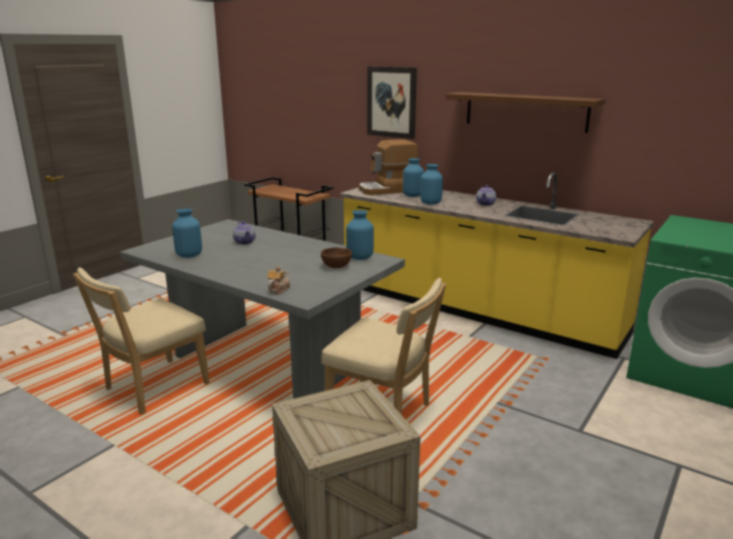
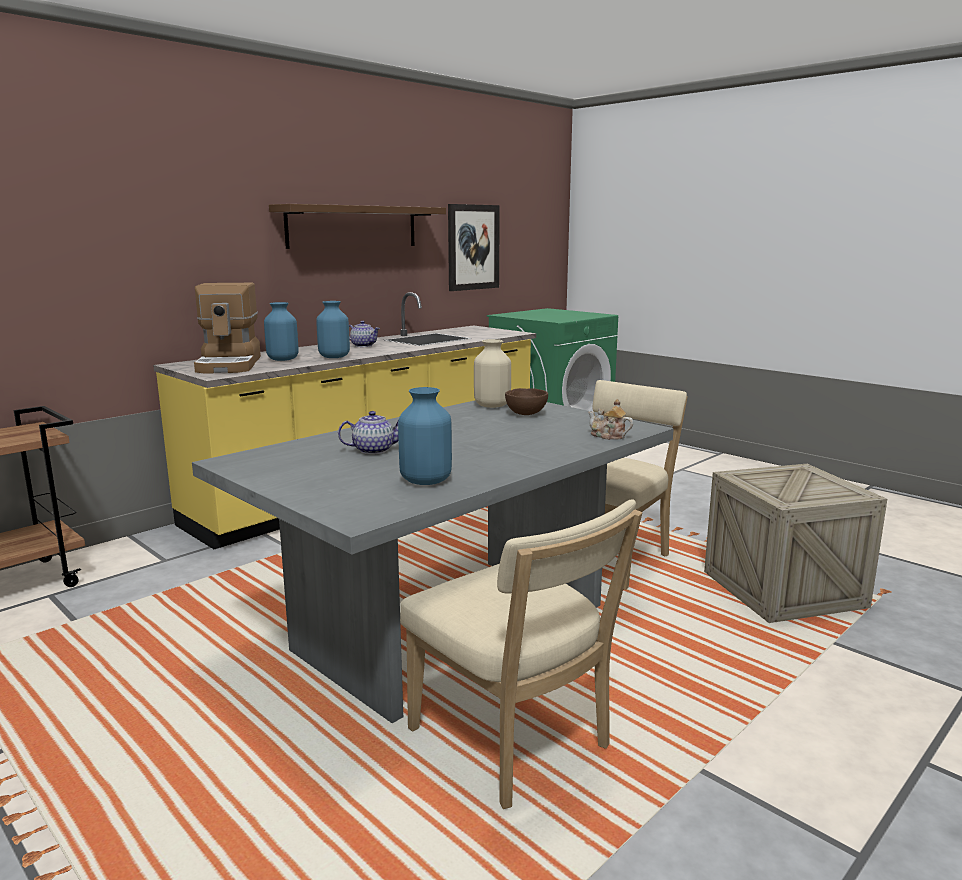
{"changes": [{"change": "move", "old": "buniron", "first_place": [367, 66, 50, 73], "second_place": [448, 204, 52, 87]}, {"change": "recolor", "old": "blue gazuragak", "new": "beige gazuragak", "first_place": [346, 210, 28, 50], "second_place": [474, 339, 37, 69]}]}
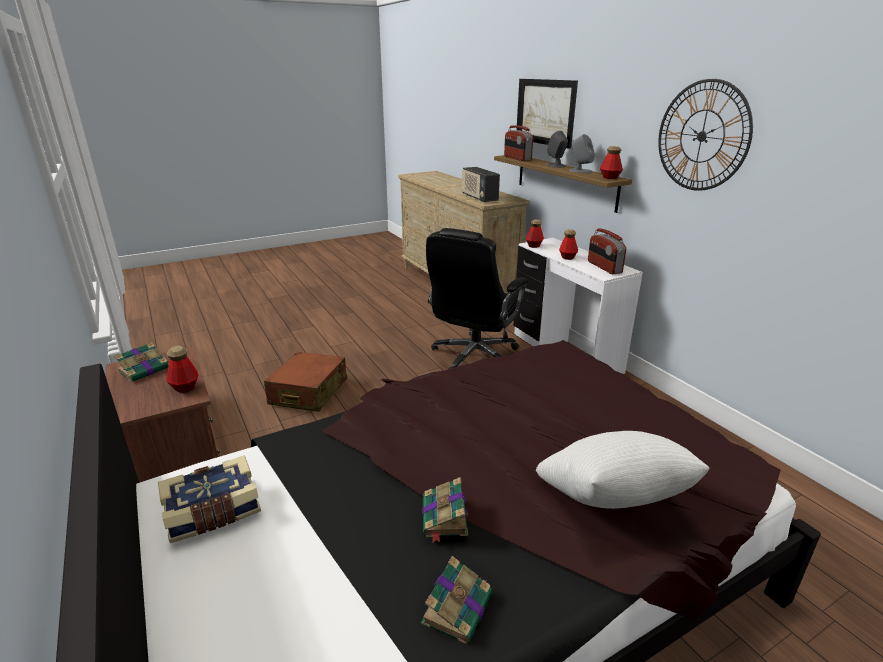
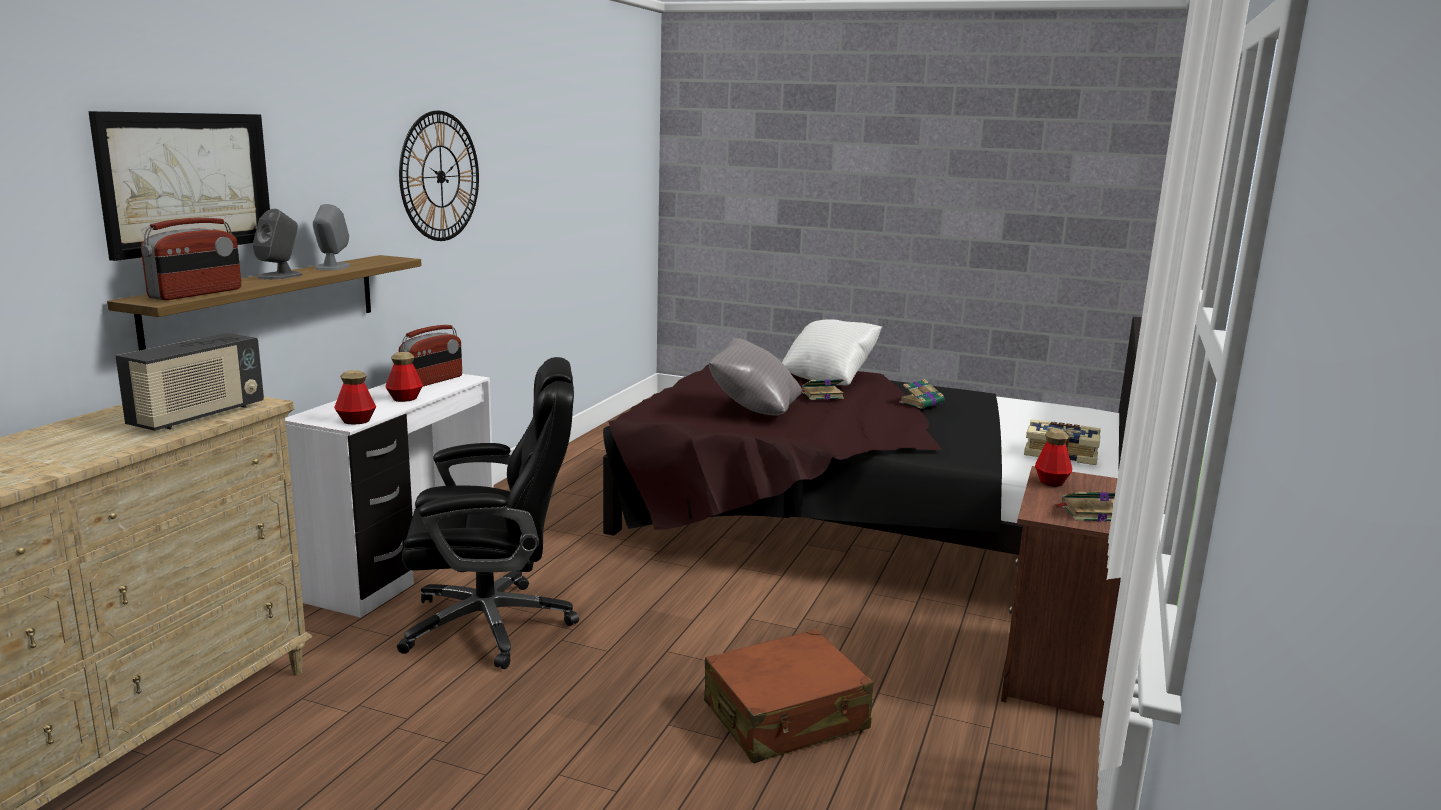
{"changes": [{"change": "insert", "new": "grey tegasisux", "second_place": [709, 338, 93, 77]}, {"change": "move", "old": "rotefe", "first_place": [421, 556, 71, 88], "second_place": [802, 379, 42, 21]}, {"change": "delete", "old": "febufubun", "first_place": [600, 146, 23, 33]}]}
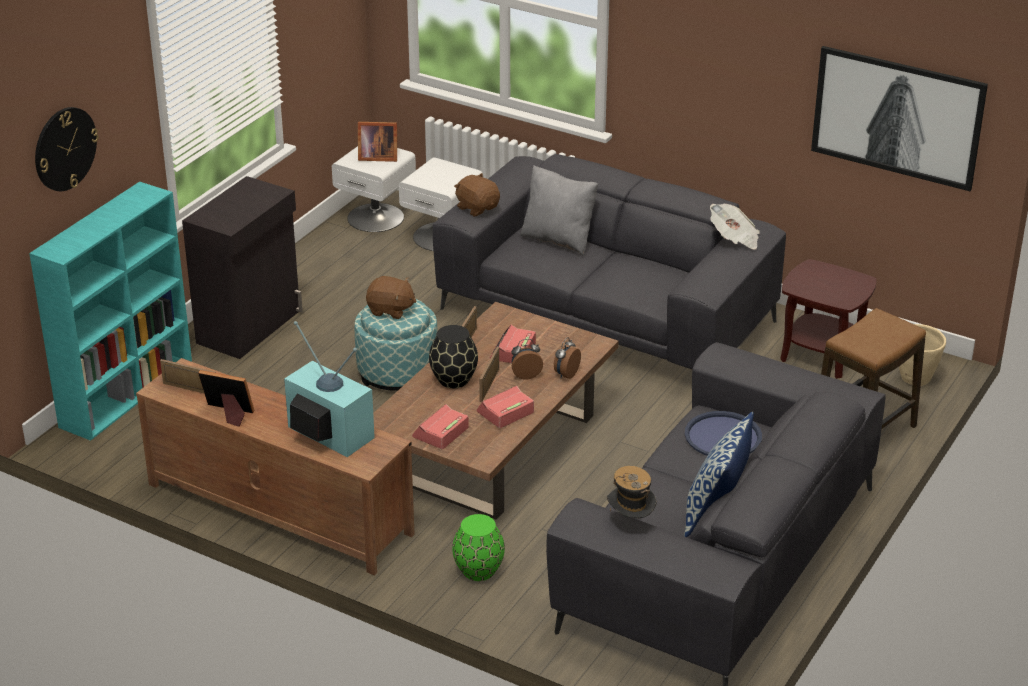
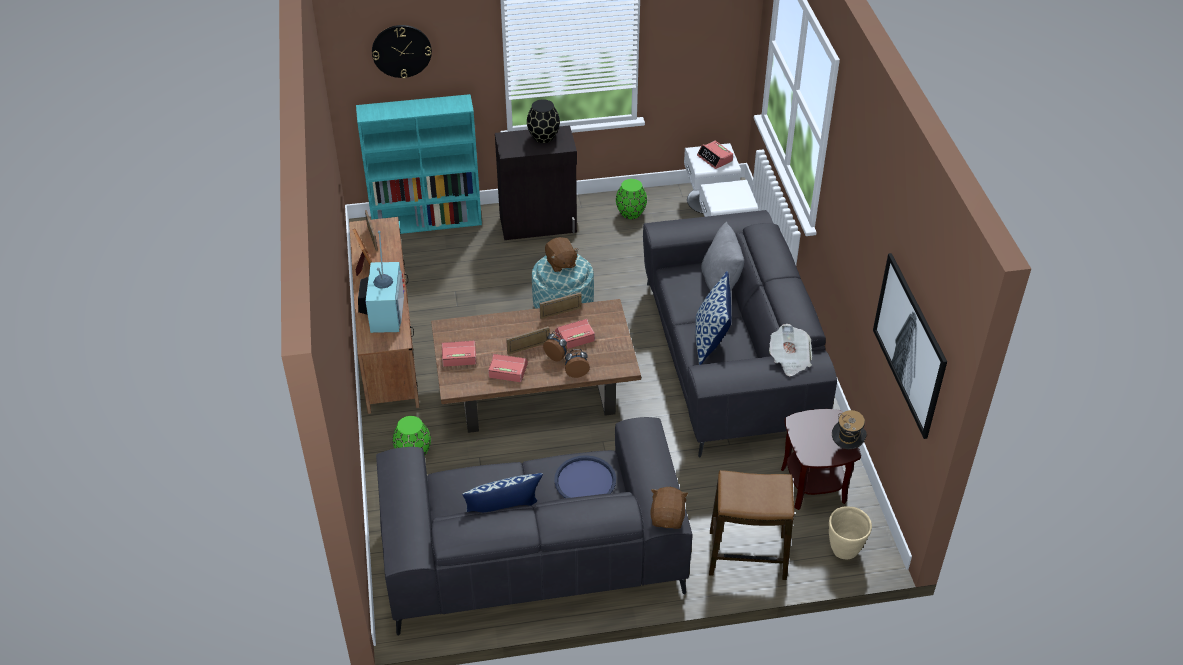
{"changes": [{"change": "move", "old": "black gazuragak", "first_place": [429, 325, 49, 63], "second_place": [527, 99, 33, 44]}, {"change": "insert", "new": "green gazuragak", "second_place": [616, 179, 31, 40]}, {"change": "move", "old": "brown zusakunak", "first_place": [454, 173, 46, 44], "second_place": [650, 487, 39, 42]}, {"change": "insert", "new": "tegasisux", "second_place": [695, 271, 36, 94]}, {"change": "replace", "old": "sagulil", "new": "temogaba", "first_place": [358, 122, 39, 40], "second_place": [697, 141, 36, 28]}, {"change": "move", "old": "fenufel", "first_place": [607, 466, 49, 53], "second_place": [832, 410, 35, 39]}]}
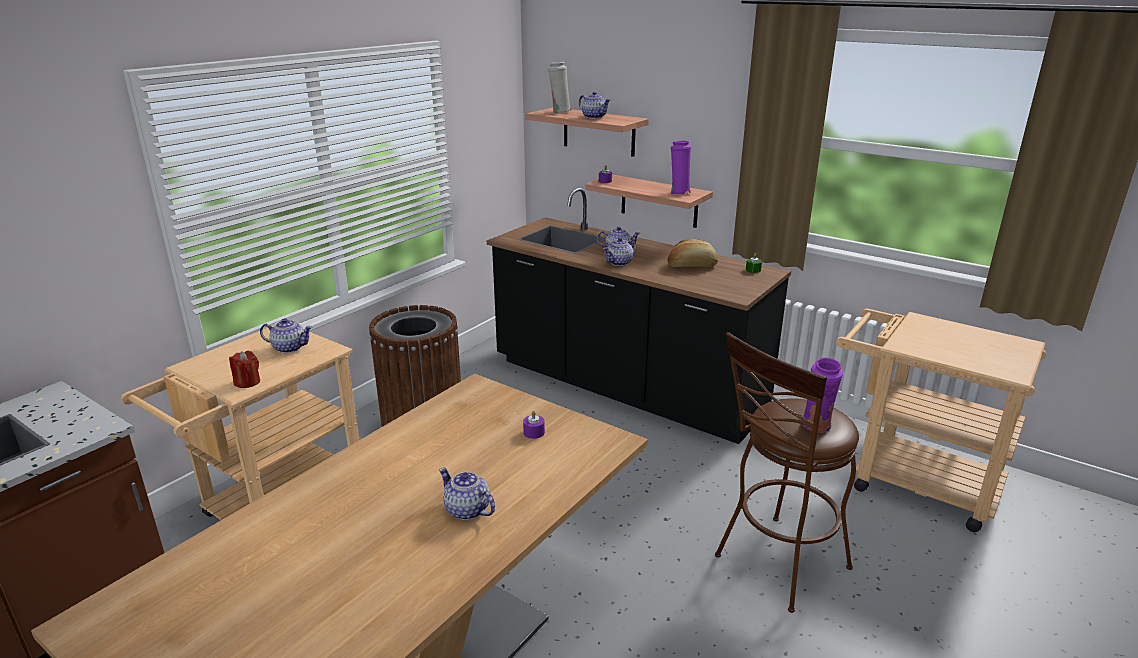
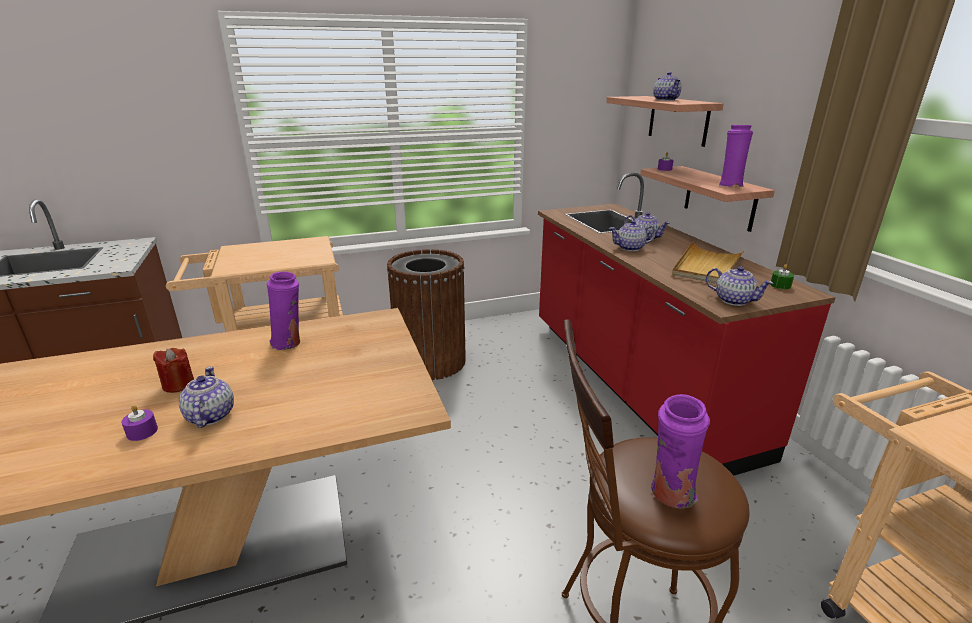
{"changes": [{"change": "move", "old": "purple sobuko", "first_place": [523, 411, 22, 28], "second_place": [121, 405, 37, 36]}, {"change": "move", "old": "red sobuko", "first_place": [229, 351, 31, 37], "second_place": [153, 348, 41, 45]}, {"change": "insert", "new": "purple gazuragak", "second_place": [267, 272, 33, 78]}, {"change": "recolor", "old": "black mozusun", "new": "red mozusun", "first_place": [487, 188, 304, 256], "second_place": [538, 172, 298, 303]}, {"change": "replace", "old": "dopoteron", "new": "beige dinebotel", "first_place": [667, 239, 51, 28], "second_place": [672, 241, 73, 43]}, {"change": "move", "old": "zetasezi", "first_place": [260, 318, 53, 35], "second_place": [706, 266, 67, 40]}, {"change": "delete", "old": "white gazuragak", "first_place": [548, 62, 23, 52]}]}
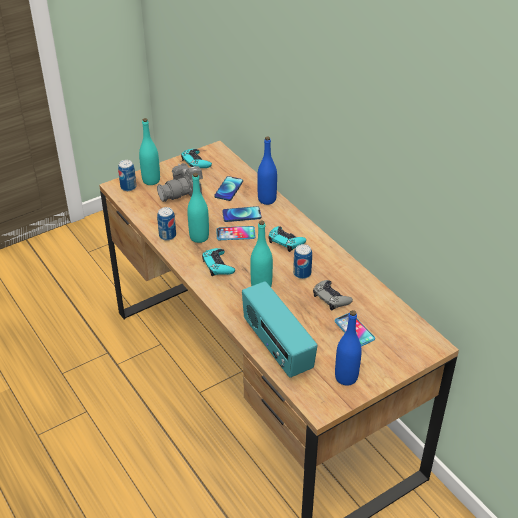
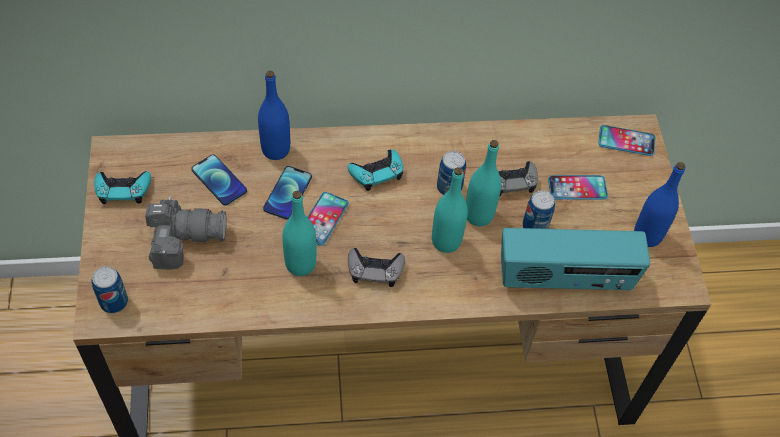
{"changes": [{"change": "rotate", "old": "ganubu", "first_place": [157, 163, 46, 39], "second_place": [145, 196, 82, 74], "degrees": -90}, {"change": "recolor", "old": "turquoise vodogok", "new": "grey vodogok", "first_place": [202, 248, 33, 28], "second_place": [348, 248, 57, 39]}, {"change": "move", "old": "turquoise febufubun", "first_place": [139, 118, 21, 67], "second_place": [466, 140, 35, 86]}, {"change": "move", "old": "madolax", "first_place": [157, 207, 19, 34], "second_place": [522, 190, 33, 39]}, {"change": "insert", "new": "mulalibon", "second_place": [598, 125, 57, 31]}]}
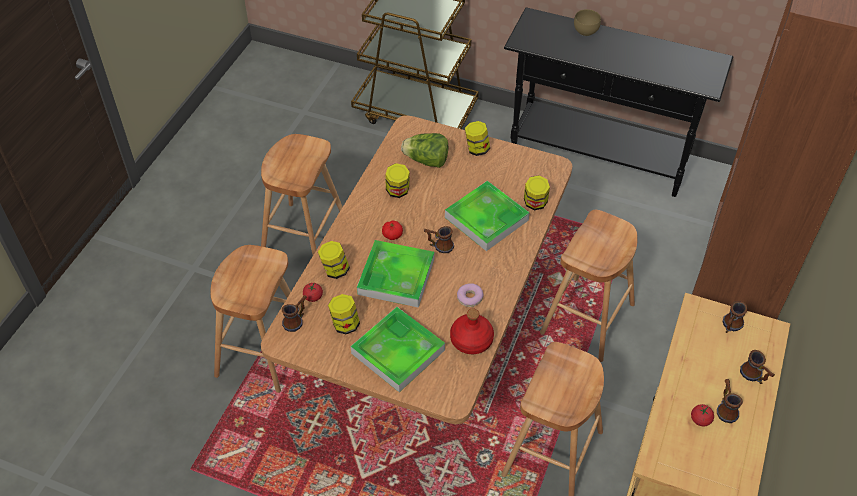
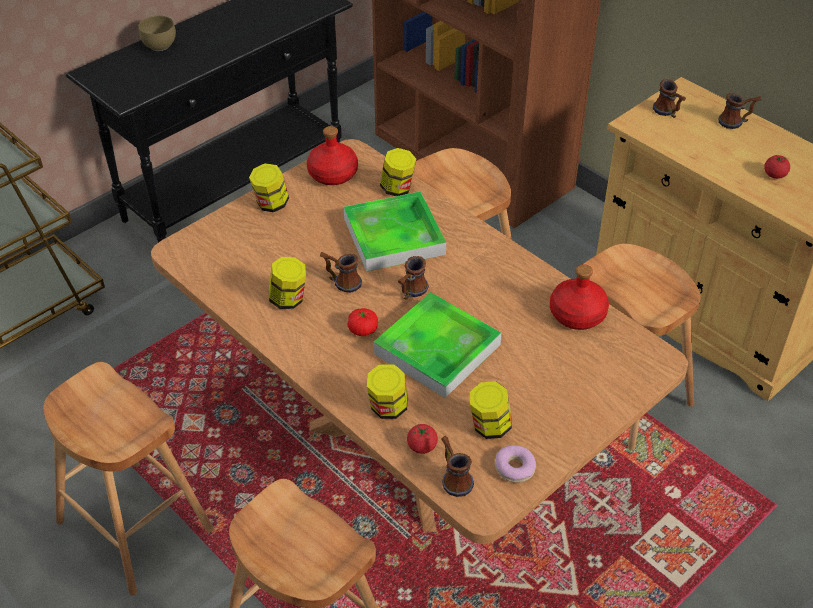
{"changes": [{"change": "insert", "new": "red febufubun", "second_place": [307, 126, 51, 59]}, {"change": "move", "old": "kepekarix", "first_place": [717, 379, 26, 45], "second_place": [320, 252, 42, 41]}, {"change": "move", "old": "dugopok", "first_place": [457, 283, 26, 24], "second_place": [495, 445, 41, 38]}, {"change": "delete", "old": "dinebotel", "first_place": [351, 307, 94, 85]}, {"change": "delete", "old": "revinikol", "first_place": [401, 133, 47, 35]}]}
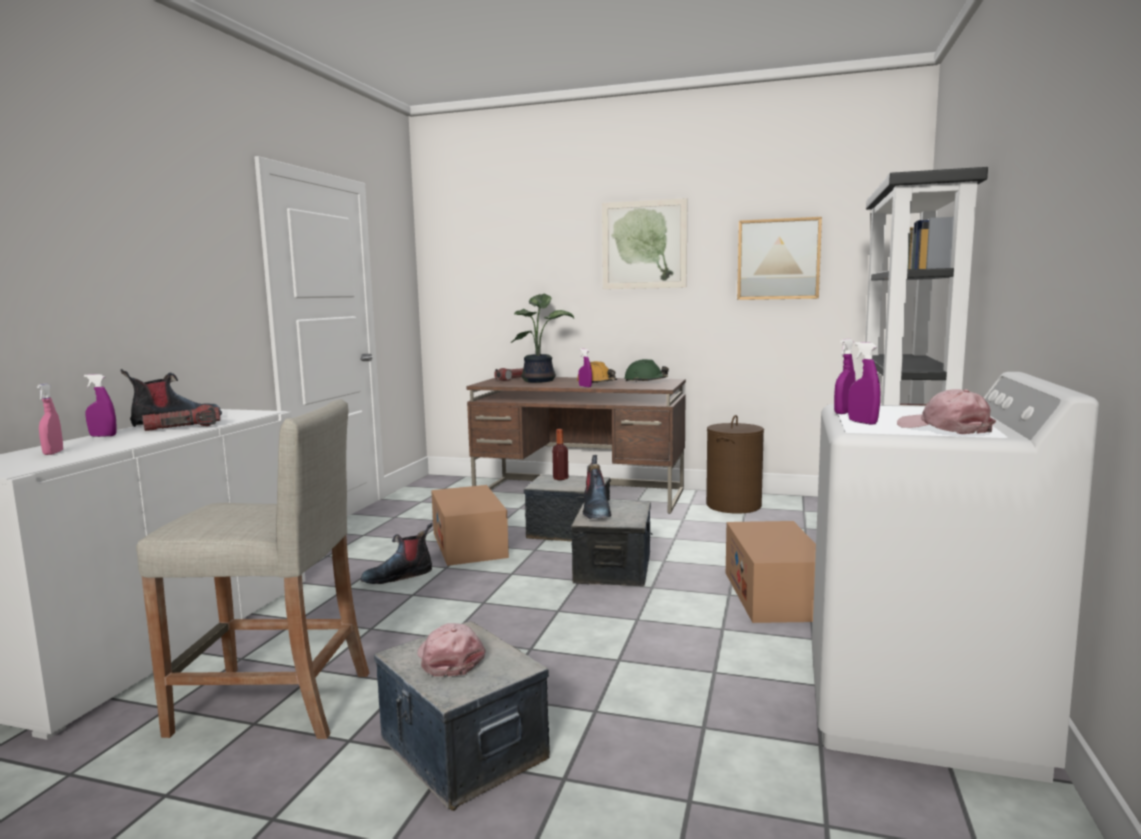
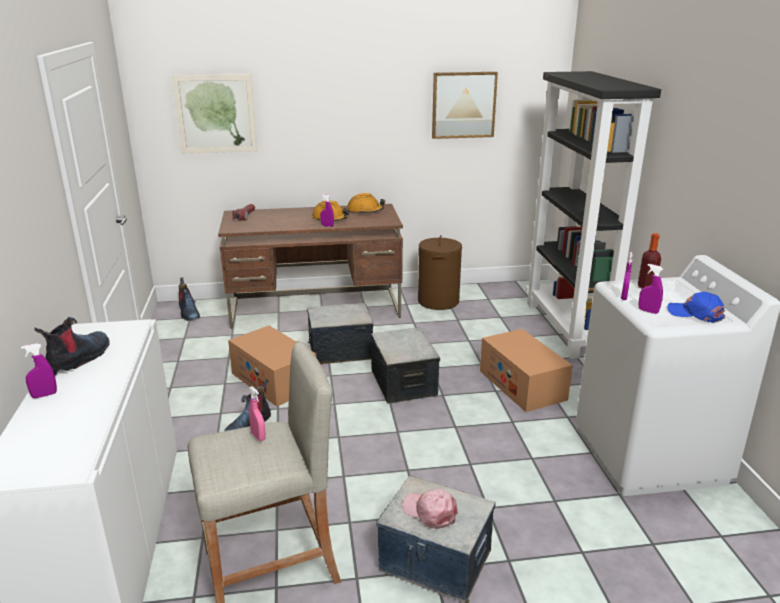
{"changes": [{"change": "move", "old": "buniron", "first_place": [602, 198, 85, 91], "second_place": [172, 74, 86, 80]}, {"change": "move", "old": "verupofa", "first_place": [583, 455, 28, 64], "second_place": [179, 277, 21, 44]}, {"change": "move", "old": "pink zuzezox", "first_place": [36, 384, 27, 71], "second_place": [249, 386, 17, 55]}, {"change": "recolor", "old": "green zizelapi", "new": "orange zizelapi", "first_place": [624, 359, 45, 23], "second_place": [347, 193, 38, 21]}, {"change": "move", "old": "febufubun", "first_place": [552, 429, 16, 51], "second_place": [638, 233, 23, 56]}, {"change": "recolor", "old": "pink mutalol", "new": "blue mutalol", "first_place": [897, 389, 99, 45], "second_place": [667, 292, 58, 31]}, {"change": "delete", "old": "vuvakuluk", "first_place": [142, 404, 78, 27]}, {"change": "delete", "old": "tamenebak", "first_place": [511, 294, 63, 89]}]}
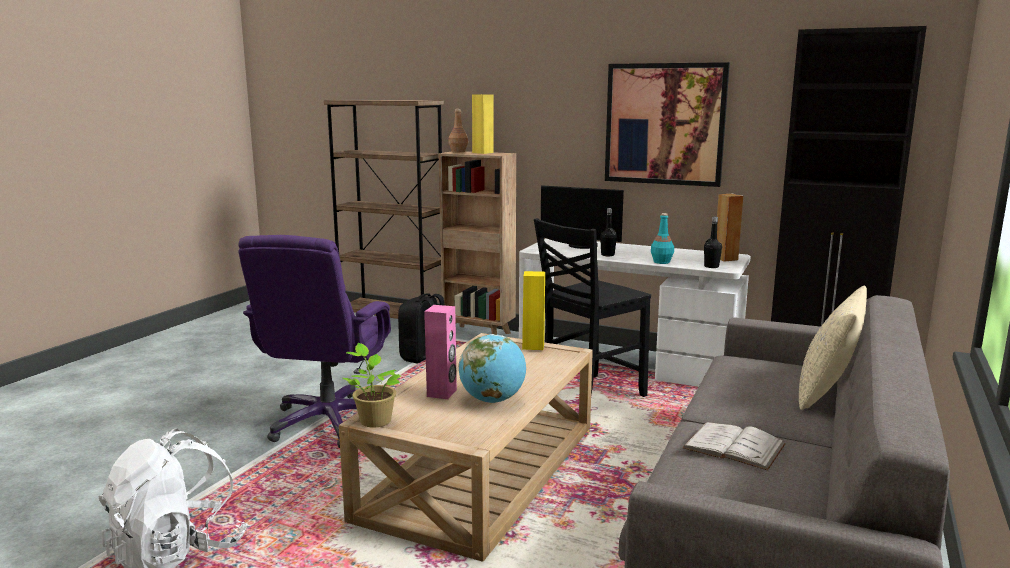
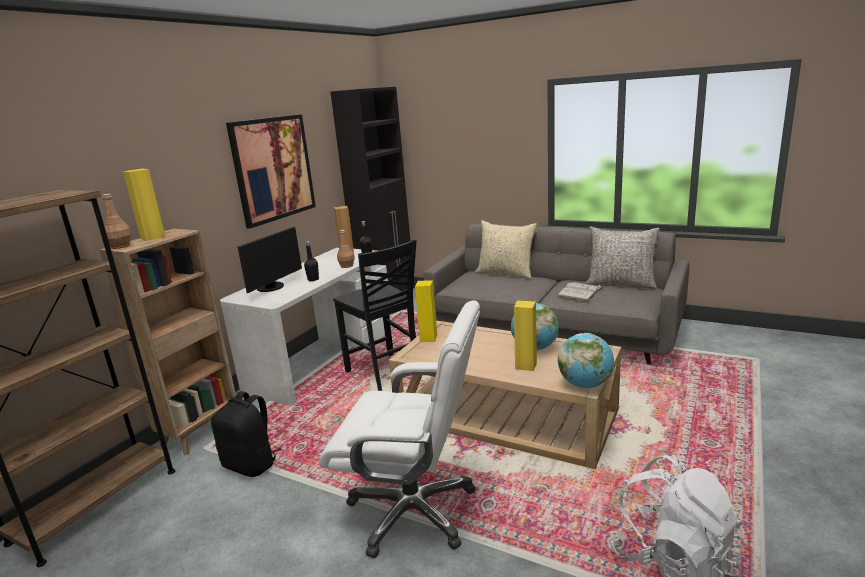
{"changes": [{"change": "recolor", "old": "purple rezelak", "new": "white rezelak", "first_place": [238, 235, 153, 213], "second_place": [319, 300, 161, 258]}, {"change": "recolor", "old": "turquoise febufubun", "new": "brown febufubun", "first_place": [651, 213, 23, 51], "second_place": [337, 230, 18, 38]}, {"change": "recolor", "old": "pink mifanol", "new": "yellow mifanol", "first_place": [424, 305, 33, 94], "second_place": [514, 301, 23, 70]}, {"change": "replace", "old": "tamenebak", "new": "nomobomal", "first_place": [342, 343, 59, 85], "second_place": [558, 333, 56, 55]}, {"change": "insert", "new": "grey tegasisux", "second_place": [585, 226, 75, 63]}]}
